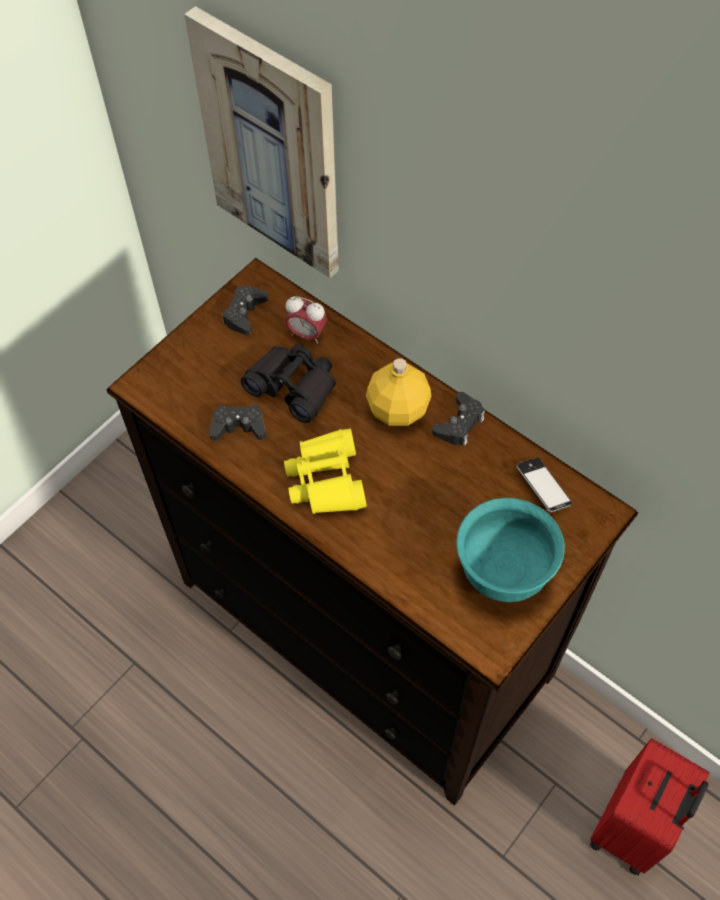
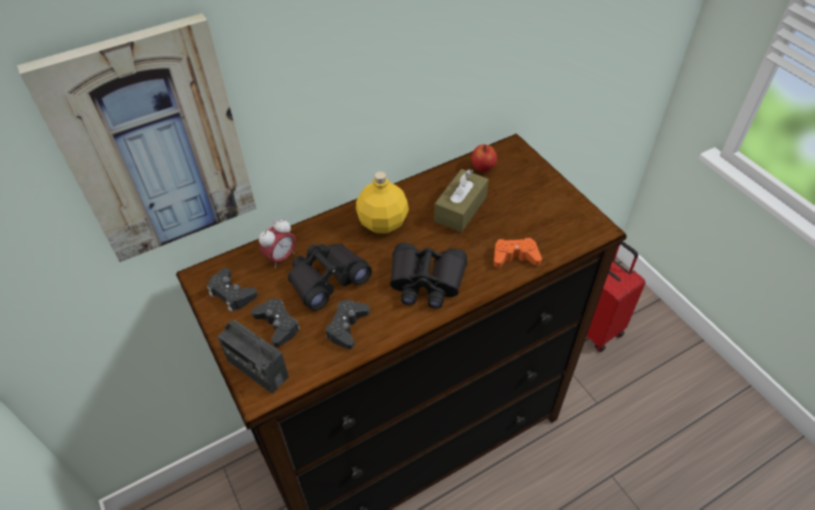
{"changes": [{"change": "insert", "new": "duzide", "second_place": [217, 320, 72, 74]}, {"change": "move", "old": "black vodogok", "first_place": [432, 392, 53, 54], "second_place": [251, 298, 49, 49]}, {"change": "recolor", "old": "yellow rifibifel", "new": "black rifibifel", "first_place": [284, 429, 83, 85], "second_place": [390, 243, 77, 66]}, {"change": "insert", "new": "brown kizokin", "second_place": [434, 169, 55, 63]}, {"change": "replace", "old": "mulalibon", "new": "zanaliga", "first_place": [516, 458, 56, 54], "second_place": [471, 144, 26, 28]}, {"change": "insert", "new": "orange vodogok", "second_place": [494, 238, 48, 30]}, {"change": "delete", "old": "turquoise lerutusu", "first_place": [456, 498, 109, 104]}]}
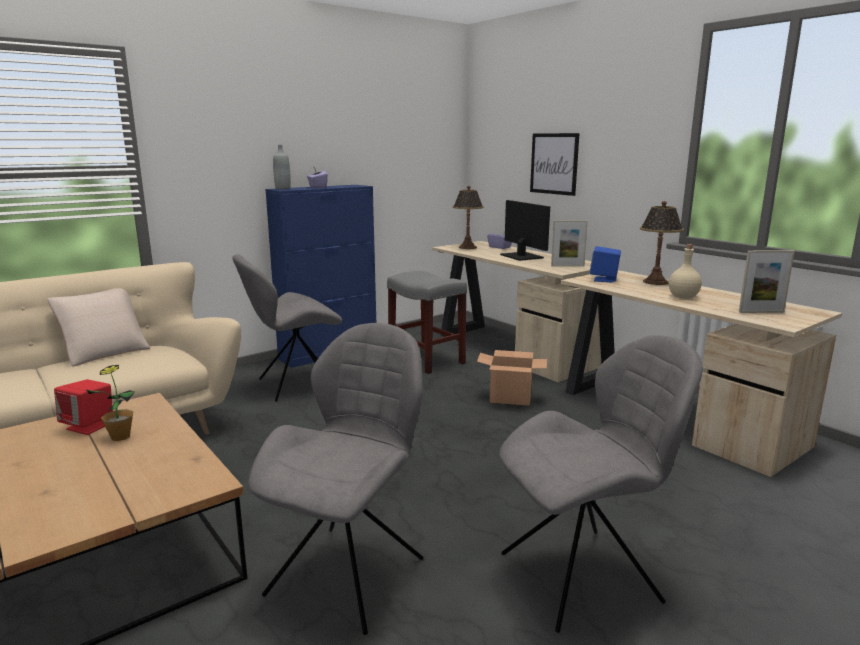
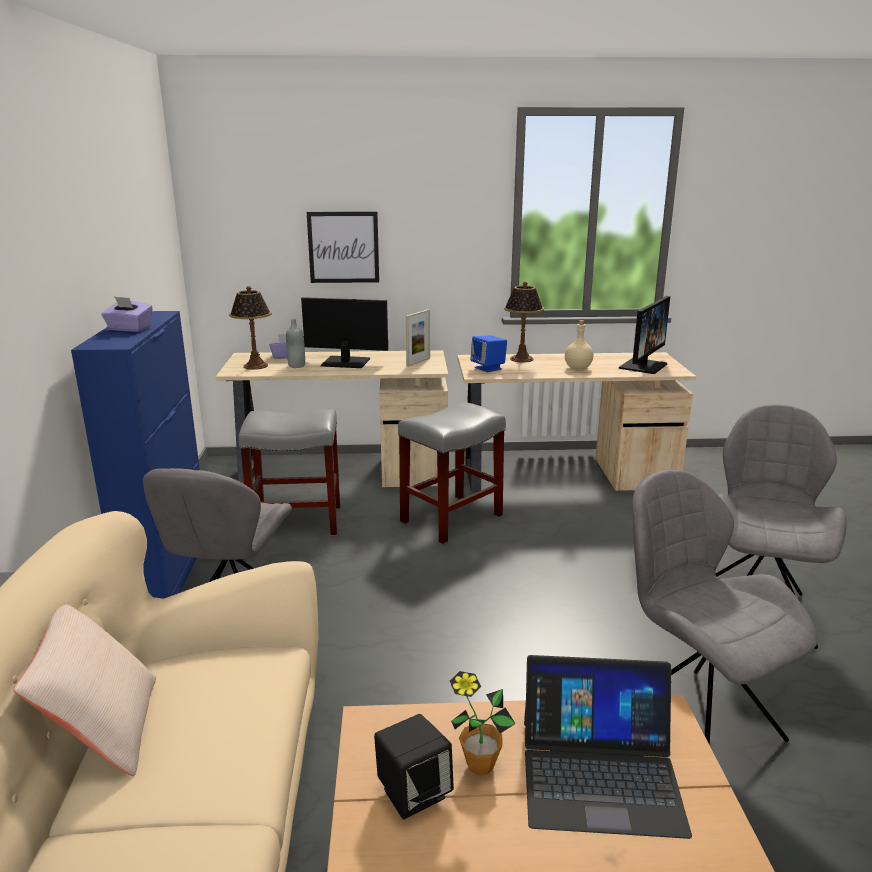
{"changes": [{"change": "move", "old": "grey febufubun", "first_place": [273, 145, 18, 44], "second_place": [286, 318, 19, 50]}, {"change": "recolor", "old": "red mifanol", "new": "black mifanol", "first_place": [54, 379, 59, 56], "second_place": [374, 714, 80, 105]}, {"change": "replace", "old": "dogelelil", "new": "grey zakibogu", "first_place": [477, 350, 70, 56], "second_place": [398, 402, 108, 142]}, {"change": "insert", "new": "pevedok", "second_place": [524, 655, 168, 184]}, {"change": "replace", "old": "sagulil", "new": "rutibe", "first_place": [739, 250, 56, 63], "second_place": [619, 296, 51, 78]}]}
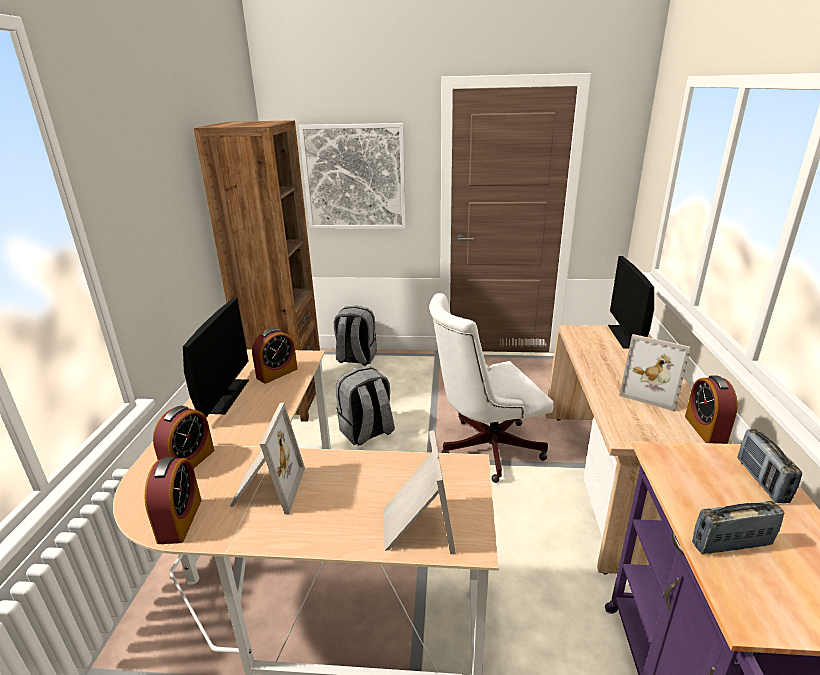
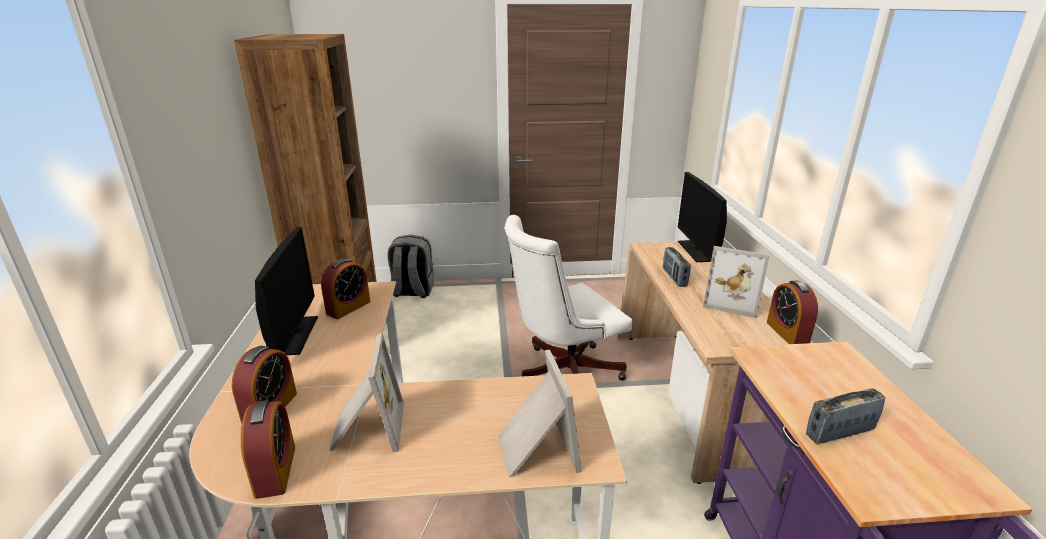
{"changes": [{"change": "move", "old": "duzide", "first_place": [738, 429, 64, 74], "second_place": [663, 247, 28, 40]}, {"change": "delete", "old": "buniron", "first_place": [299, 123, 107, 106]}, {"change": "delete", "old": "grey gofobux", "first_place": [336, 366, 59, 80]}]}
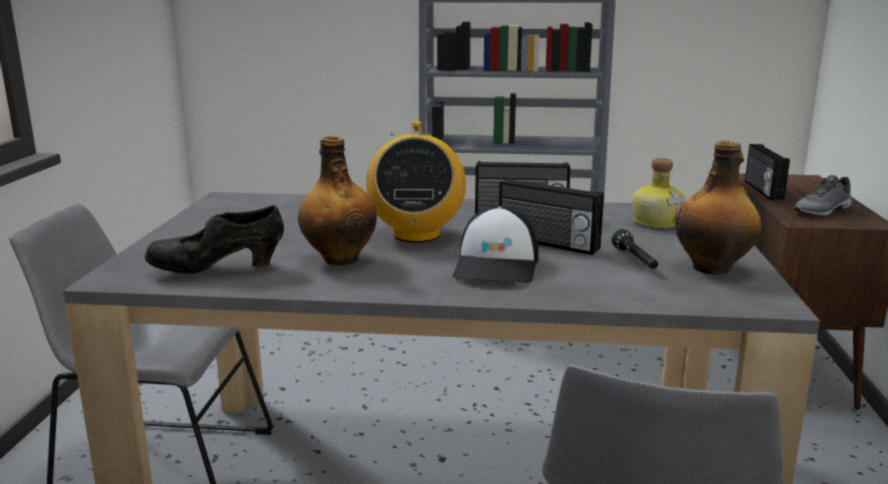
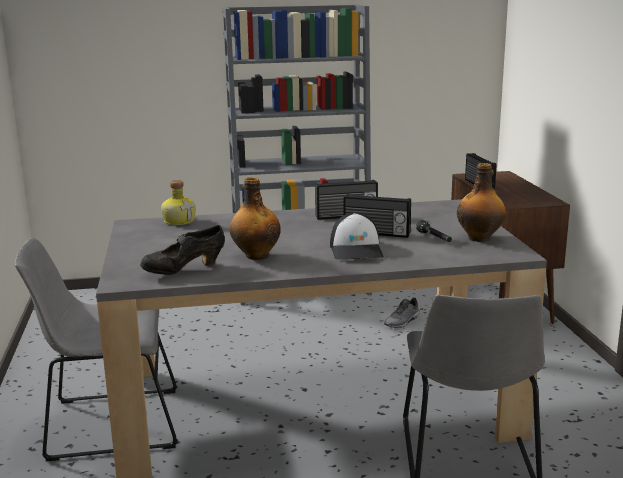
{"changes": [{"change": "move", "old": "febufubun", "first_place": [632, 158, 54, 70], "second_place": [161, 180, 35, 45]}, {"change": "move", "old": "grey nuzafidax", "first_place": [793, 175, 59, 42], "second_place": [384, 298, 36, 30]}, {"change": "delete", "old": "duzide", "first_place": [366, 121, 100, 122]}]}
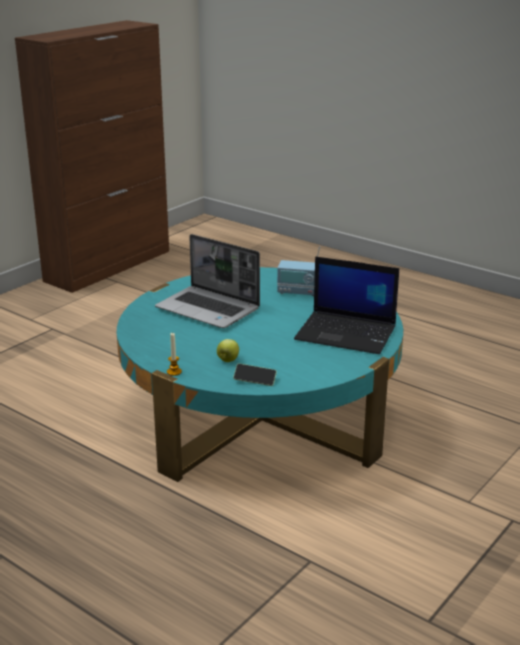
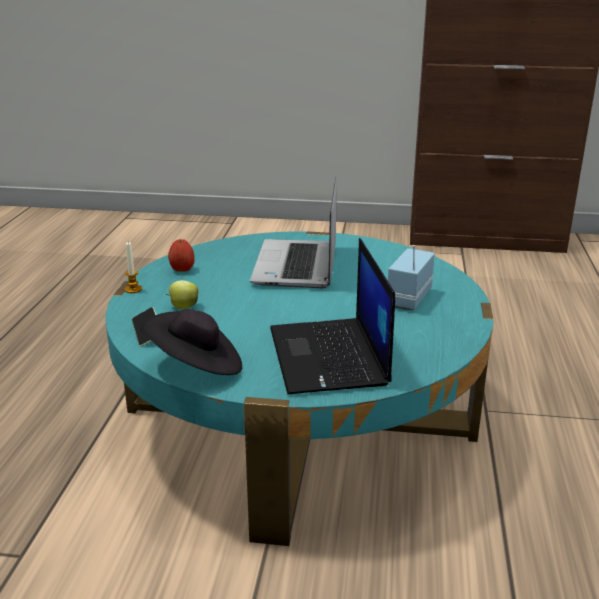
{"changes": [{"change": "insert", "new": "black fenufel", "second_place": [140, 309, 102, 66]}, {"change": "insert", "new": "zanaliga", "second_place": [168, 239, 27, 33]}, {"change": "rotate", "old": "duzide", "first_place": [277, 246, 43, 50], "second_place": [388, 245, 47, 65], "degrees": 45}]}
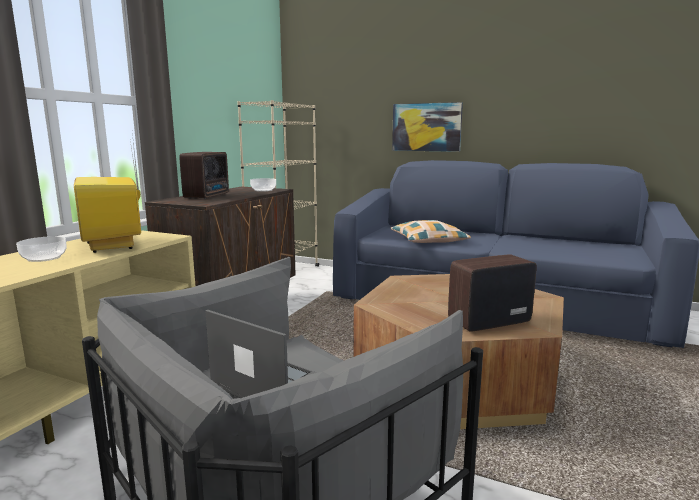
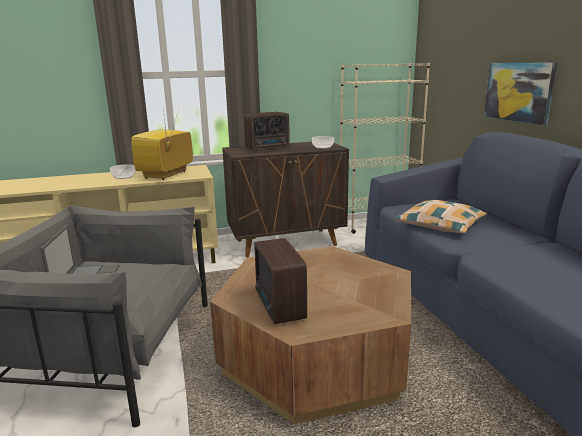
{"changes": [{"change": "rotate", "old": "duzide", "first_place": [448, 255, 89, 77], "second_place": [254, 238, 53, 86], "degrees": -135}]}
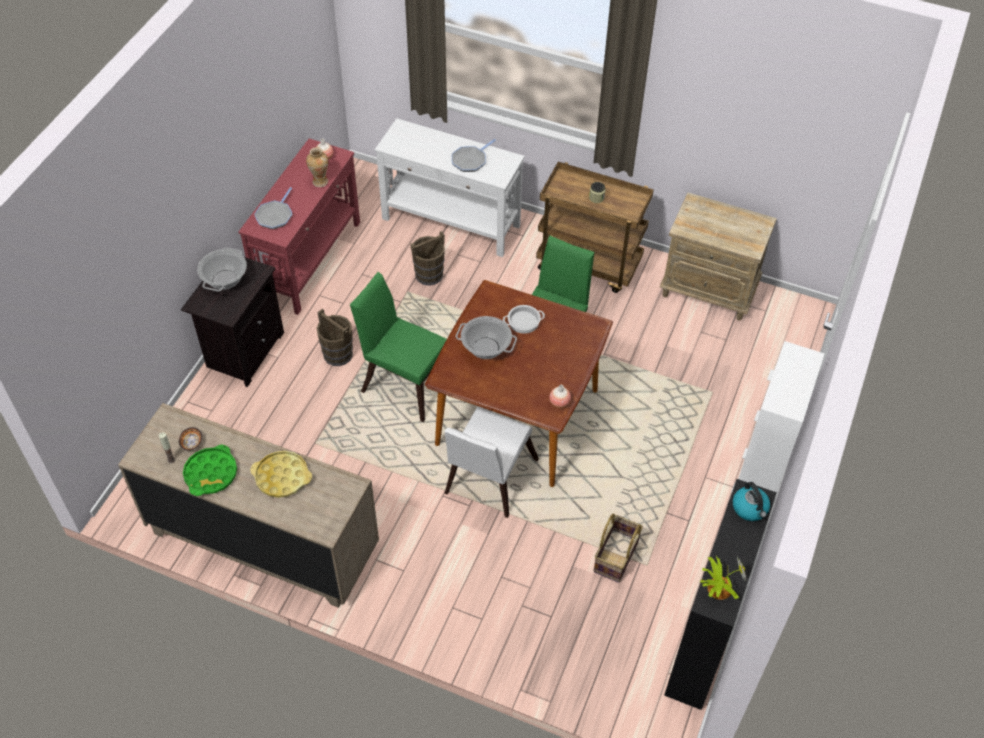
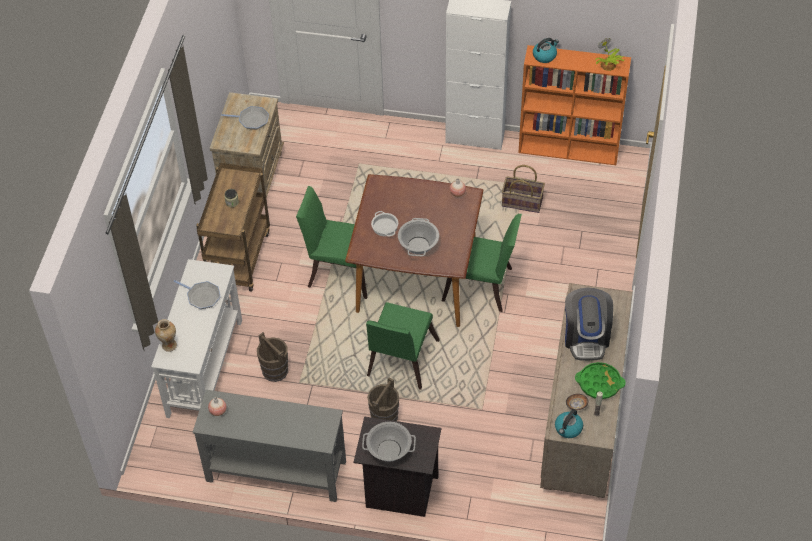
{"changes": [{"change": "move", "old": "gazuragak", "first_place": [306, 147, 22, 40], "second_place": [155, 319, 22, 33]}, {"change": "recolor", "old": "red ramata", "new": "grey ramata", "first_place": [238, 138, 122, 177], "second_place": [193, 390, 153, 112]}, {"change": "move", "old": "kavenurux", "first_place": [254, 187, 38, 42], "second_place": [221, 106, 48, 24]}, {"change": "recolor", "old": "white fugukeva", "new": "green fugukeva", "first_place": [444, 407, 95, 111], "second_place": [442, 214, 80, 98]}, {"change": "recolor", "old": "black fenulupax", "new": "orange fenulupax", "first_place": [664, 479, 113, 231], "second_place": [518, 45, 113, 120]}, {"change": "insert", "new": "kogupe", "second_place": [555, 409, 28, 29]}, {"change": "replace", "old": "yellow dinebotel", "new": "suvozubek", "first_place": [250, 451, 62, 47], "second_place": [565, 288, 48, 73]}]}
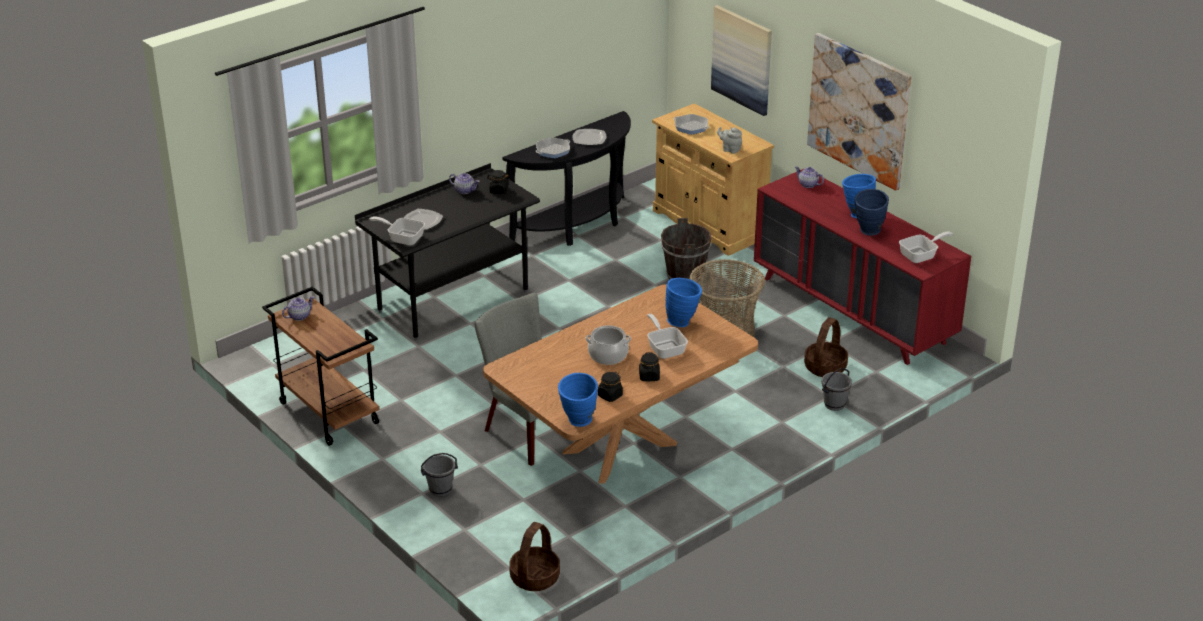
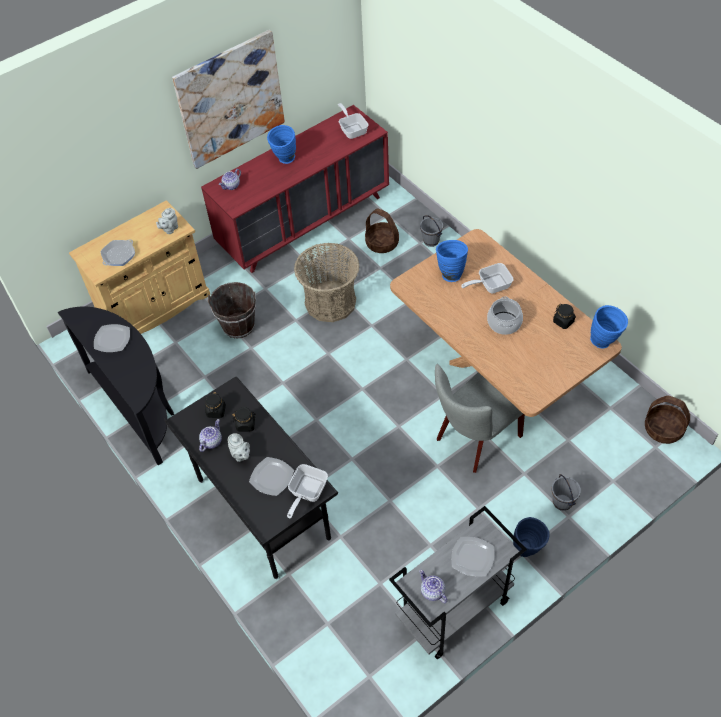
{"changes": [{"change": "insert", "new": "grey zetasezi", "second_place": [228, 433, 22, 29]}, {"change": "move", "old": "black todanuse", "first_place": [639, 352, 21, 29], "second_place": [232, 407, 24, 25]}, {"change": "recolor", "old": "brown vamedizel", "new": "grey vamedizel", "first_place": [262, 286, 117, 160], "second_place": [389, 506, 138, 153]}, {"change": "insert", "new": "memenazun", "second_place": [451, 537, 43, 40]}, {"change": "move", "old": "blue gazuragak", "first_place": [854, 189, 35, 46], "second_place": [513, 517, 37, 40]}, {"change": "delete", "old": "kavenurux", "first_place": [535, 137, 35, 21]}, {"change": "delete", "old": "buniron", "first_place": [711, 5, 61, 111]}]}
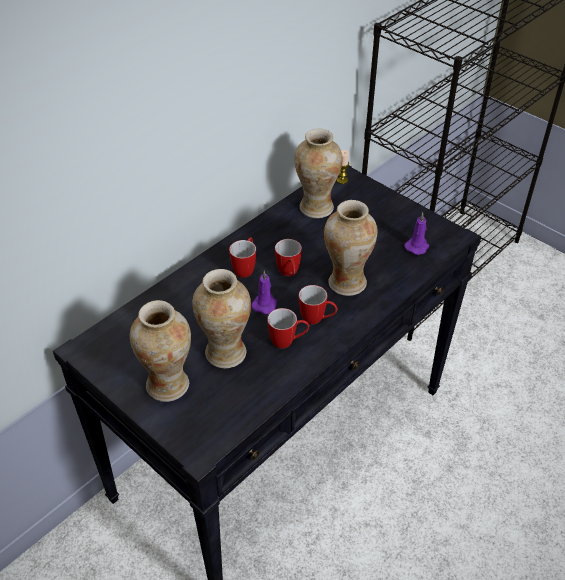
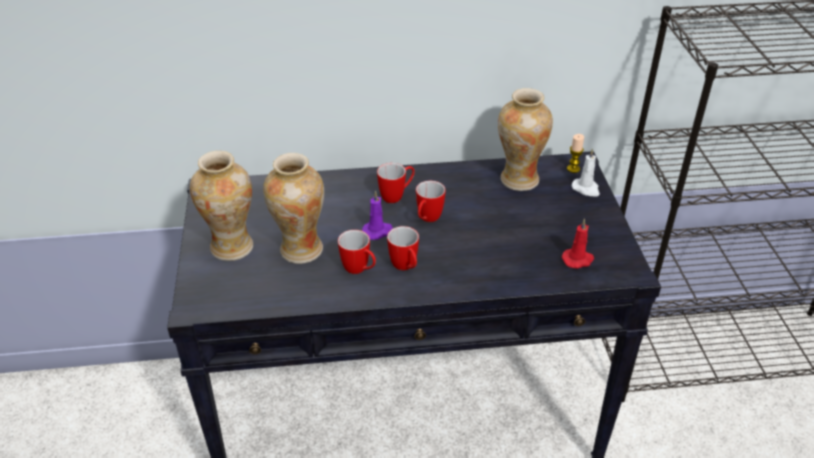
{"changes": [{"change": "recolor", "old": "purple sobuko", "new": "red sobuko", "first_place": [405, 213, 24, 42], "second_place": [561, 219, 33, 50]}, {"change": "insert", "new": "white sobuko", "second_place": [572, 148, 28, 49]}, {"change": "delete", "old": "gazuragak", "first_place": [324, 200, 53, 96]}]}
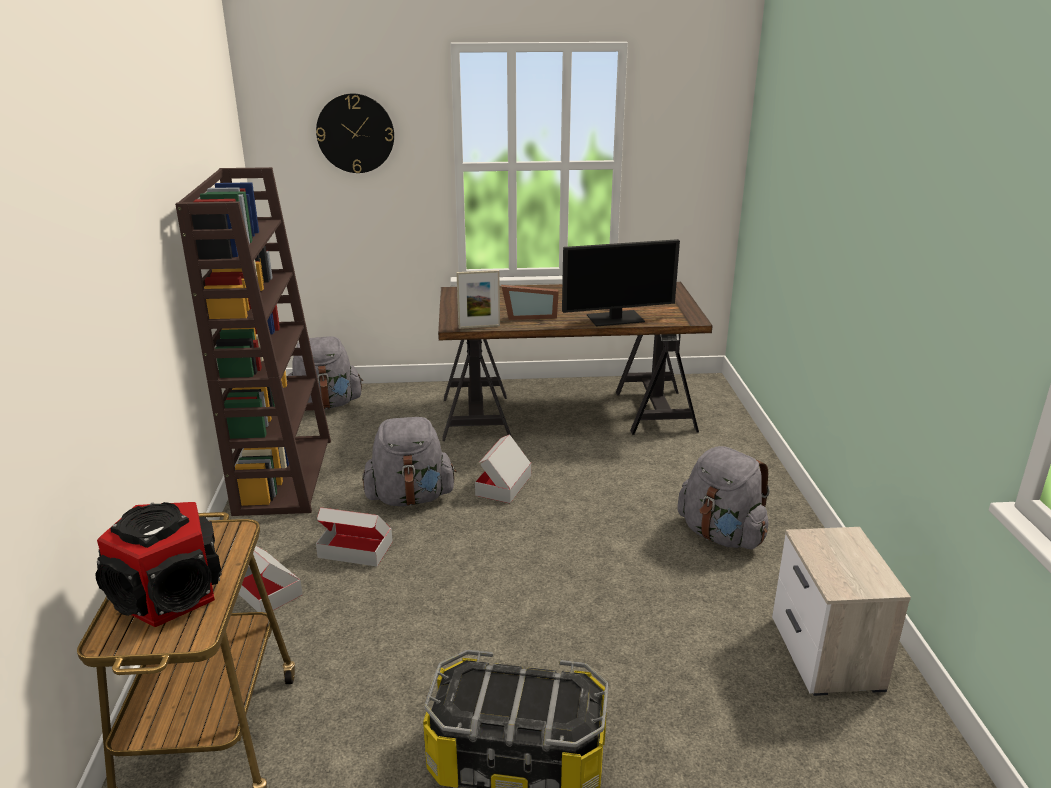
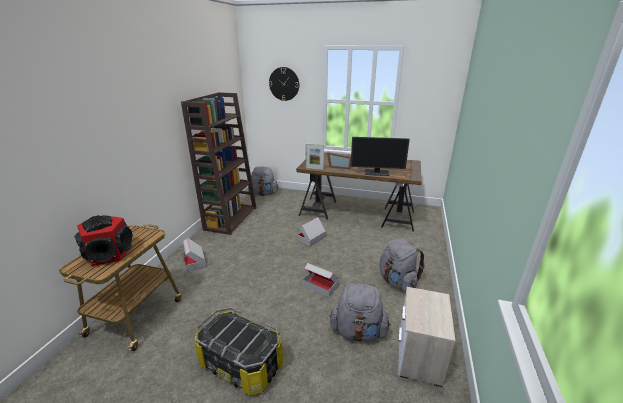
{"changes": [{"change": "move", "old": "dogelelil", "first_place": [316, 507, 77, 60], "second_place": [303, 263, 36, 34]}, {"change": "move", "old": "grey gofobux", "first_place": [362, 417, 95, 89], "second_place": [330, 283, 61, 59]}]}
